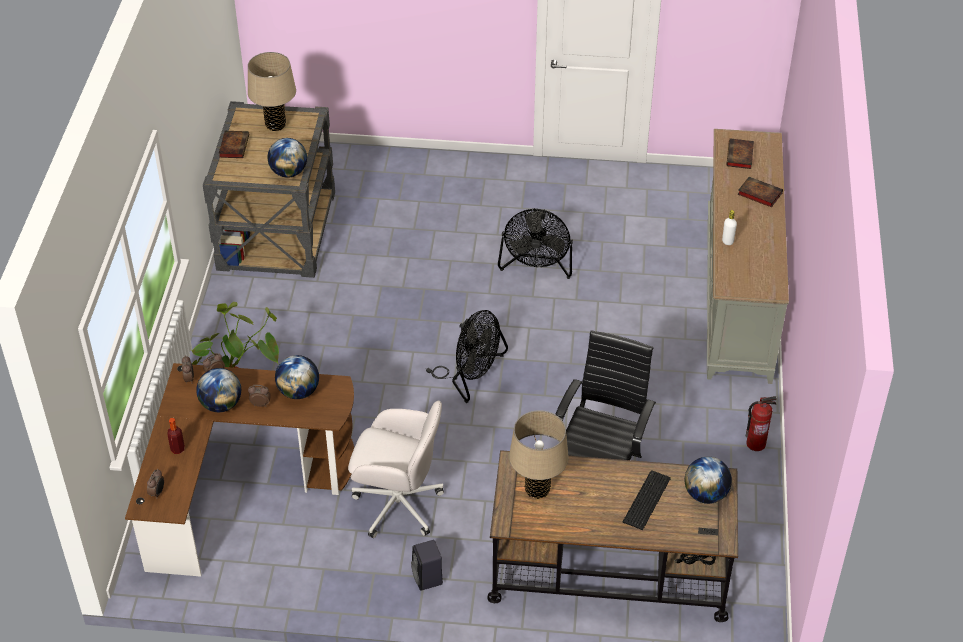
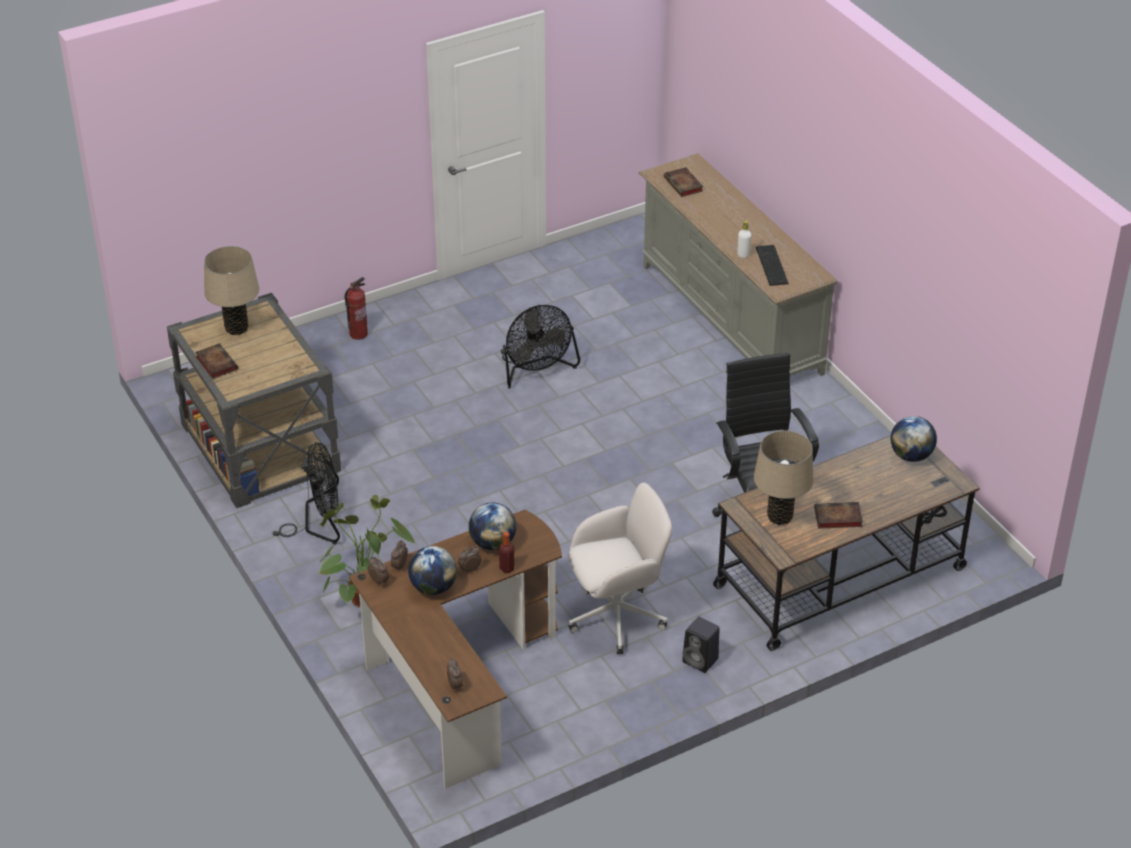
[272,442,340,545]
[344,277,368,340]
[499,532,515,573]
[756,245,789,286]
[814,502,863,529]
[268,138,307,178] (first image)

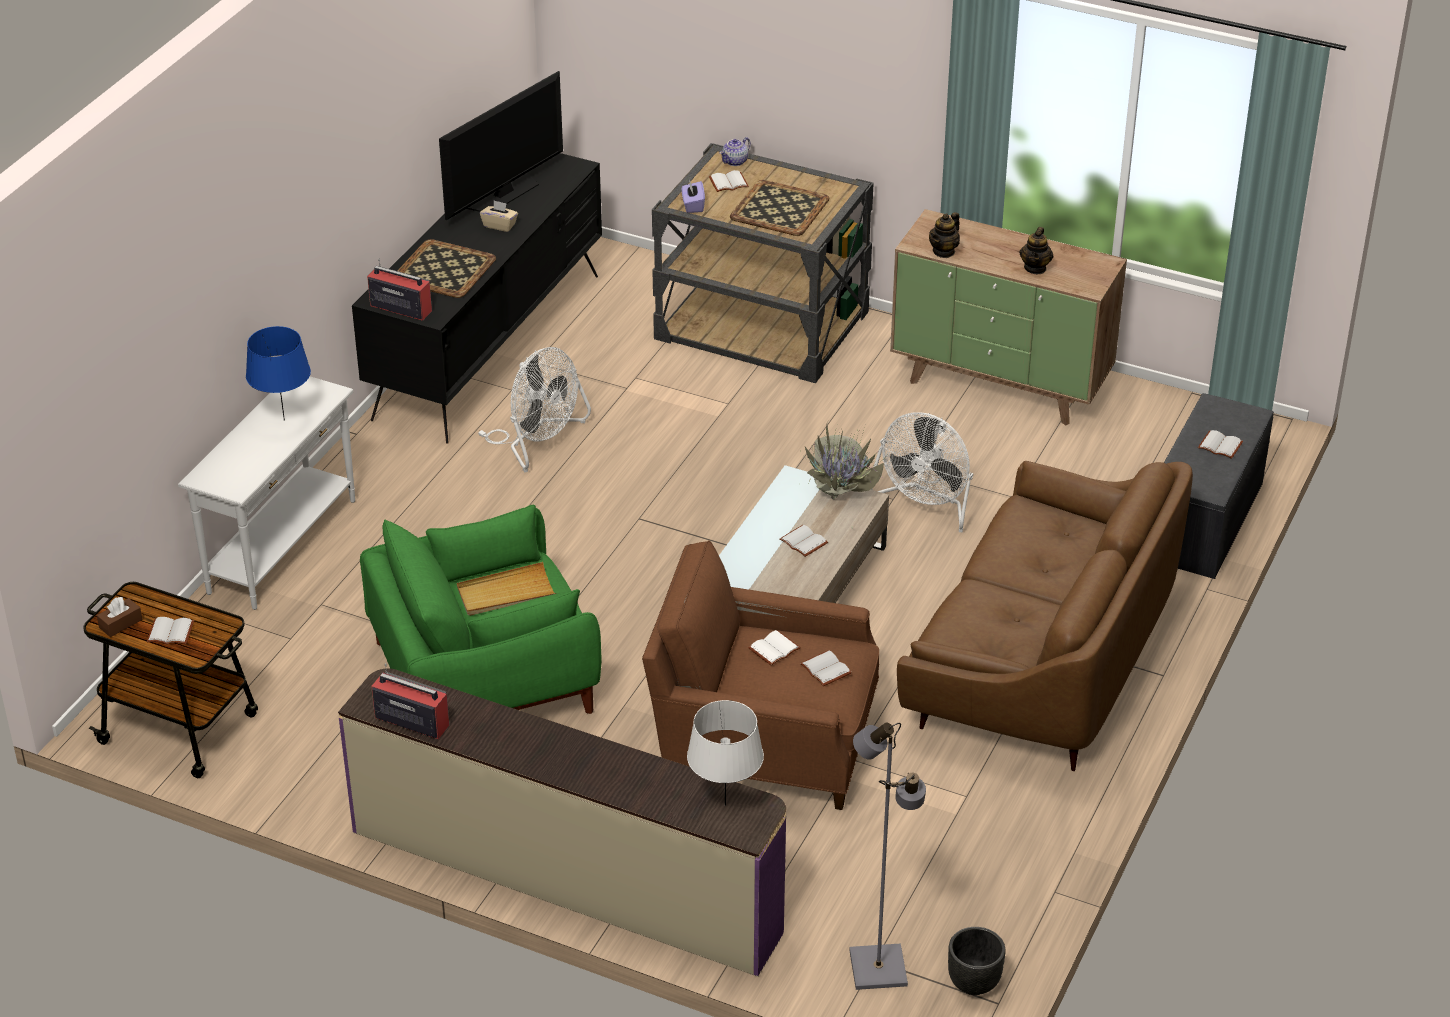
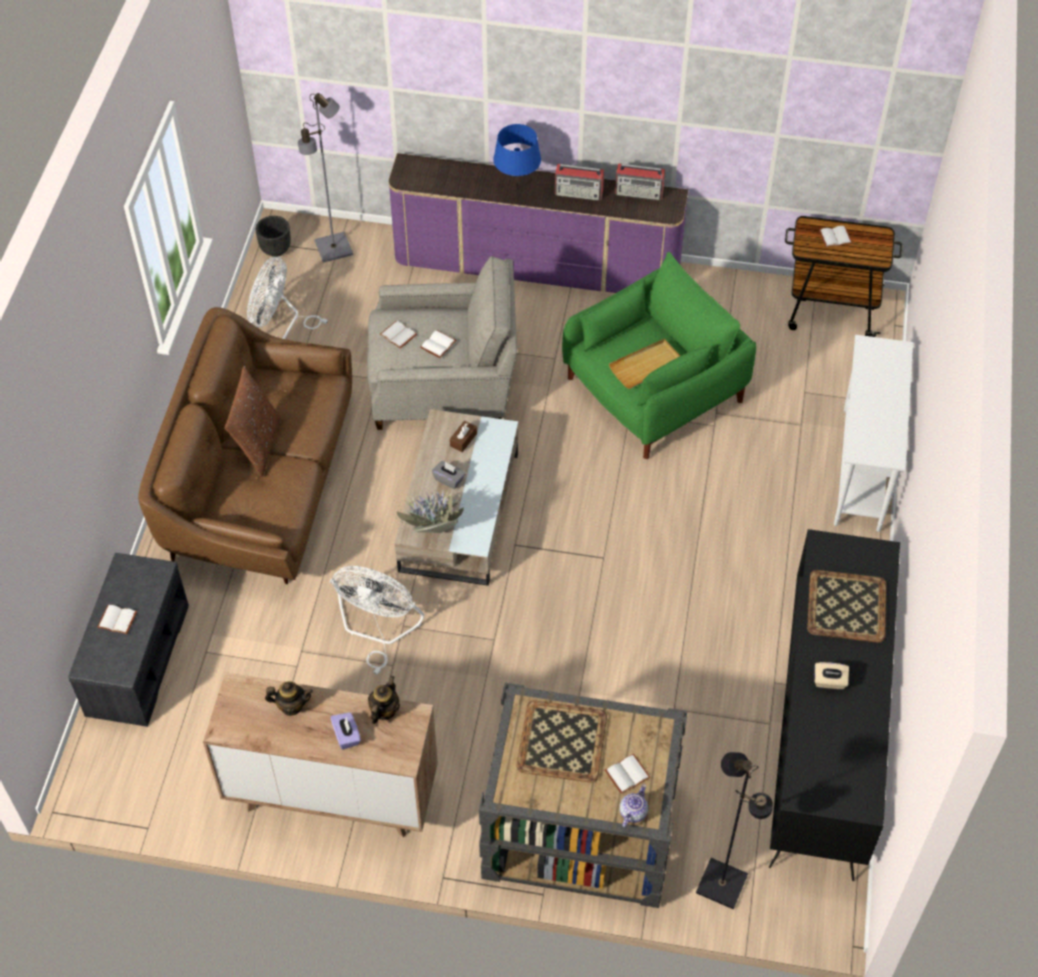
[225,366,281,477]
[247,257,328,339]
[265,681,313,716]
[330,712,361,750]
[367,256,517,430]
[432,461,465,489]
[450,421,477,452]
[493,124,541,191]
[555,164,604,201]
[696,752,773,909]
[439,71,563,220] (first image)
[687,700,764,806] (first image)

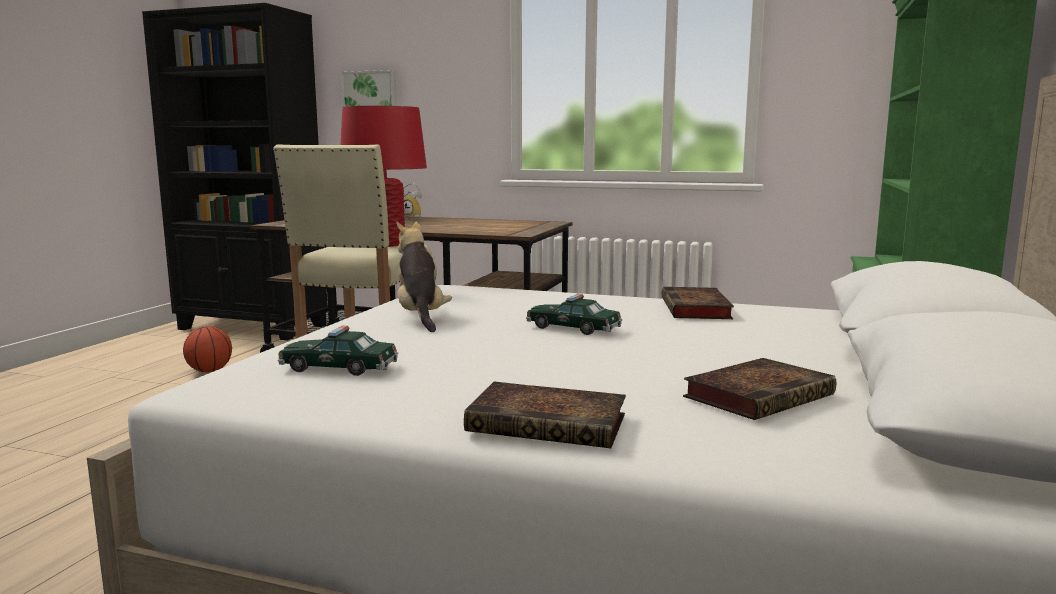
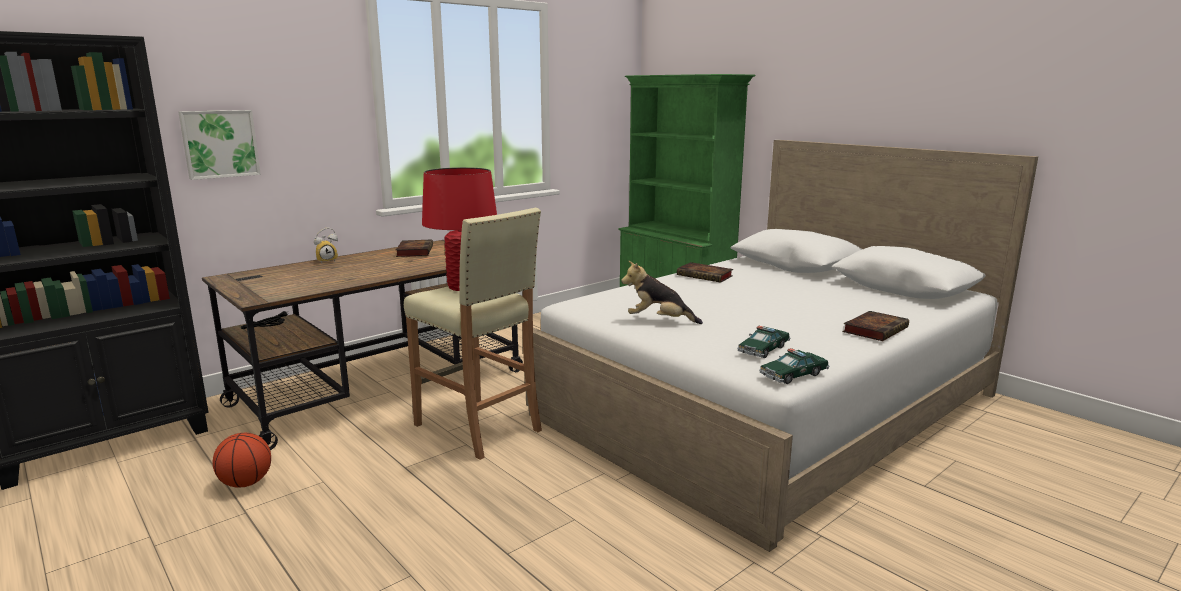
[396,239,433,257]
[759,348,829,384]

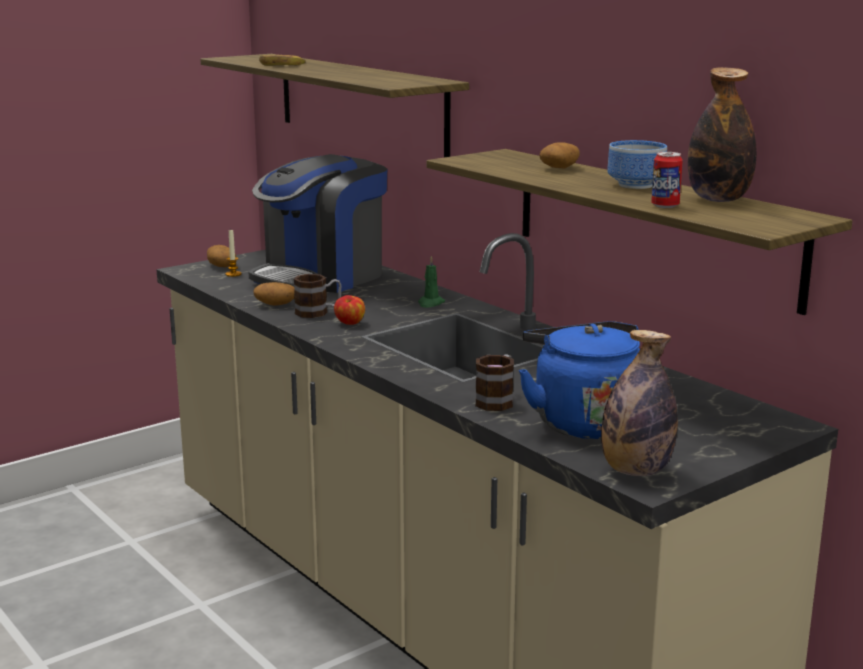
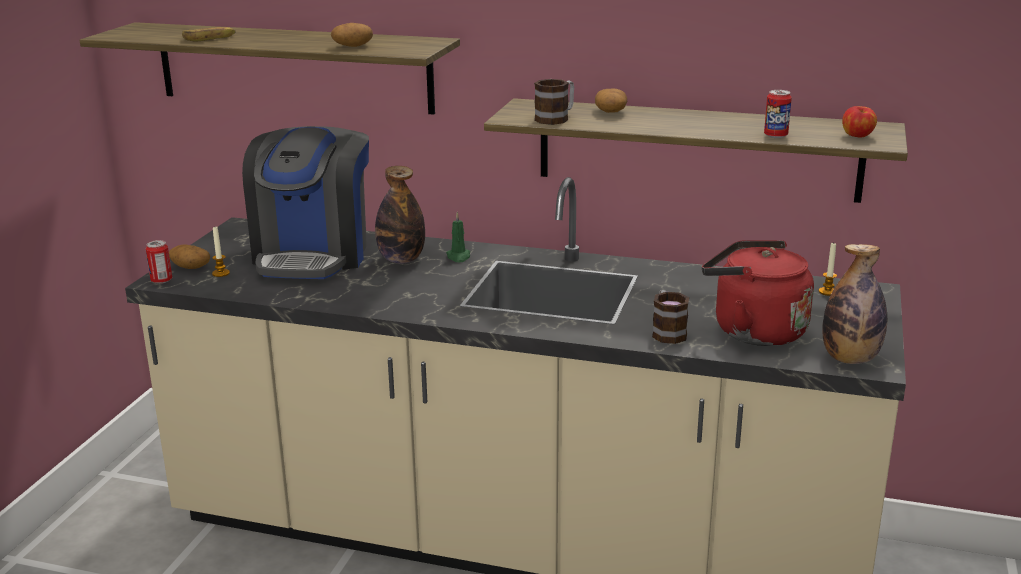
[146,240,172,284]
[331,23,373,47]
[375,166,425,264]
[534,79,574,125]
[702,240,814,346]
[819,243,837,296]
[842,106,877,138]
[607,140,667,189] (first image)

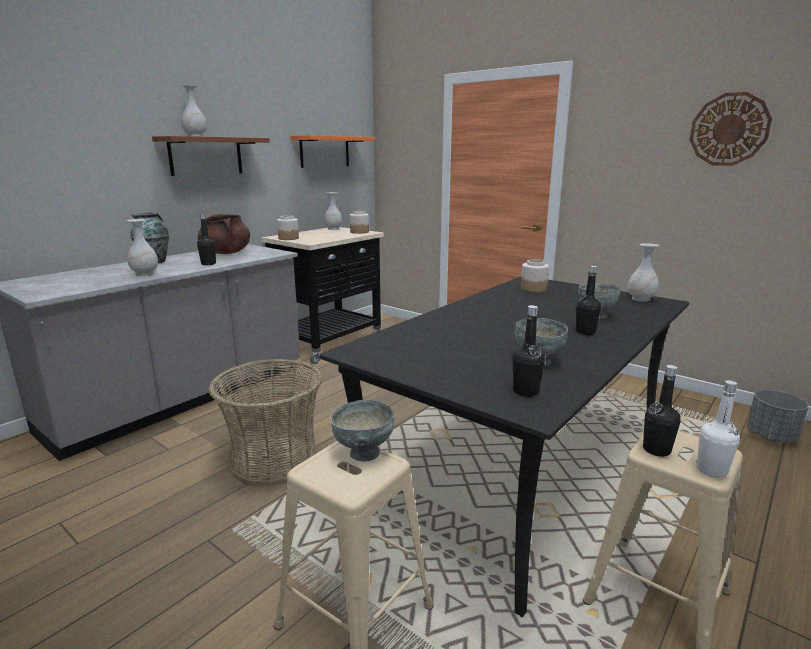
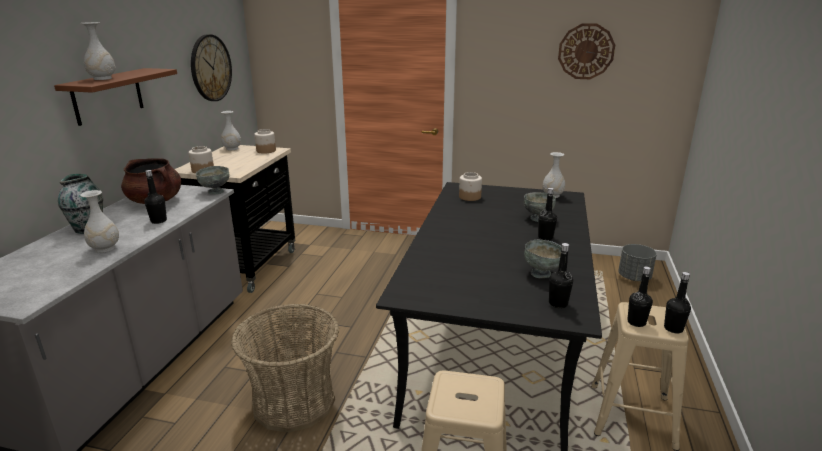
[191,34,232,101]
[195,166,230,194]
[664,272,691,333]

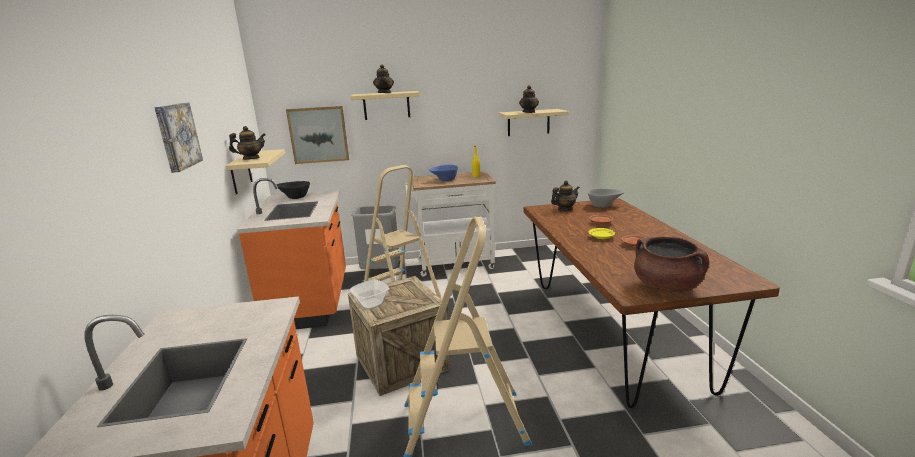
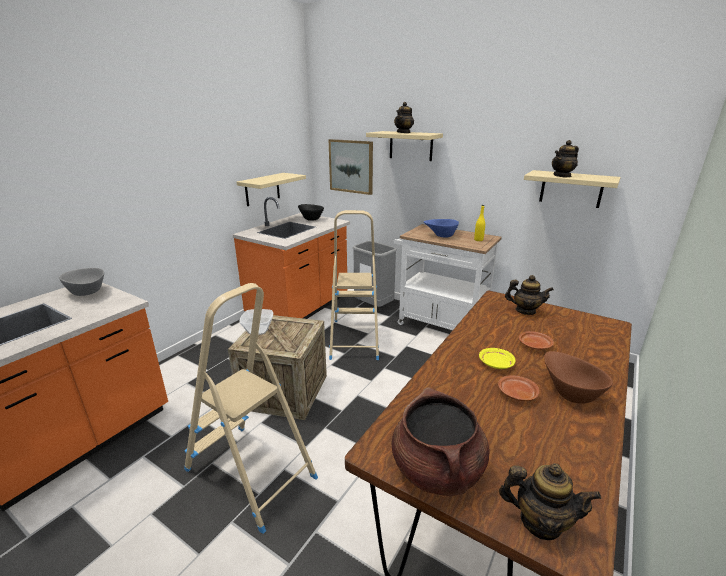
[59,268,104,296]
[499,463,601,540]
[544,351,613,404]
[154,102,203,173] (first image)

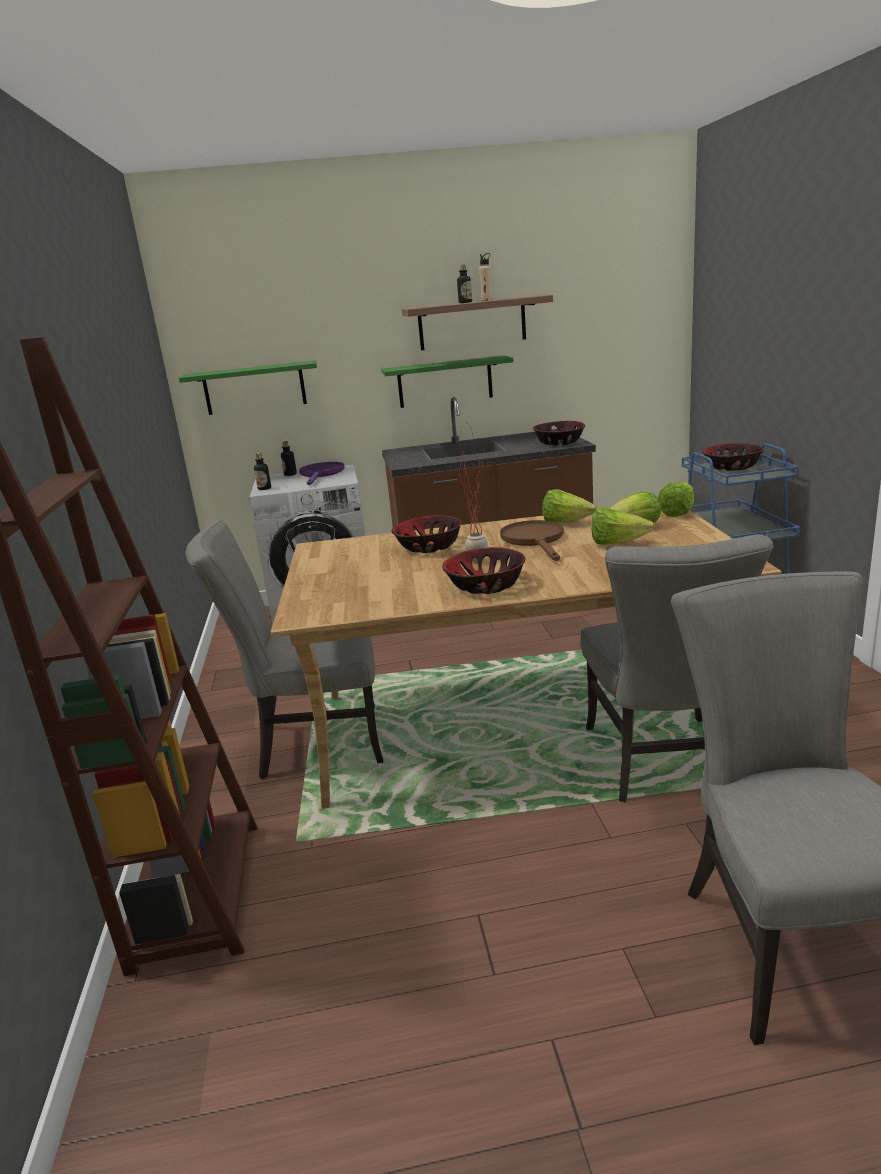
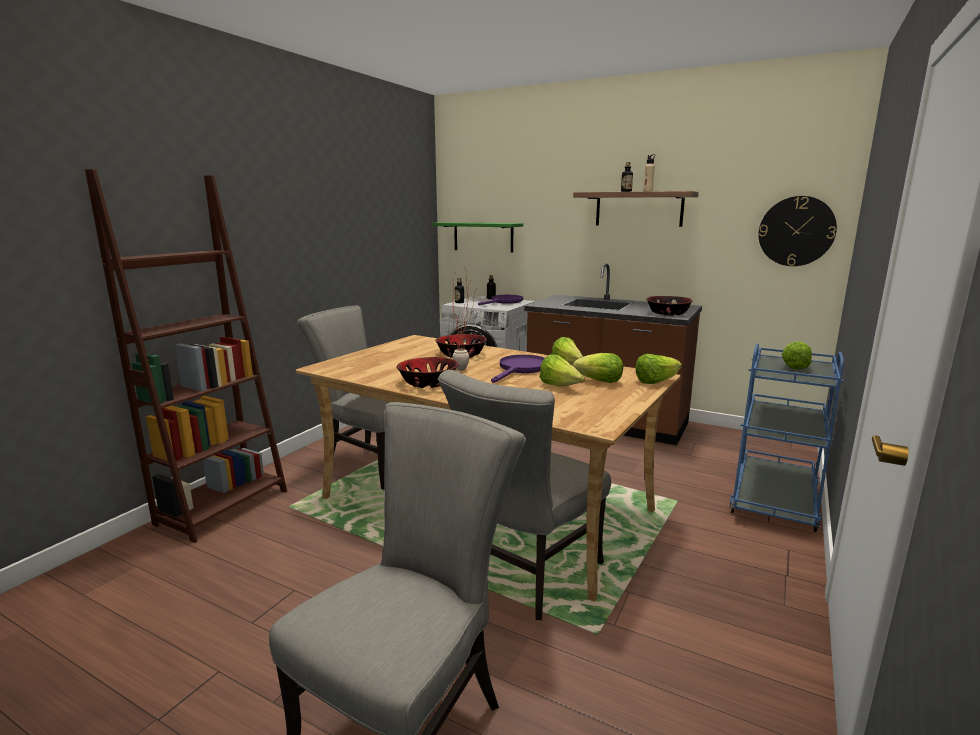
[491,355,545,383]
[758,196,837,266]
[782,342,812,369]
[381,355,513,408] (first image)

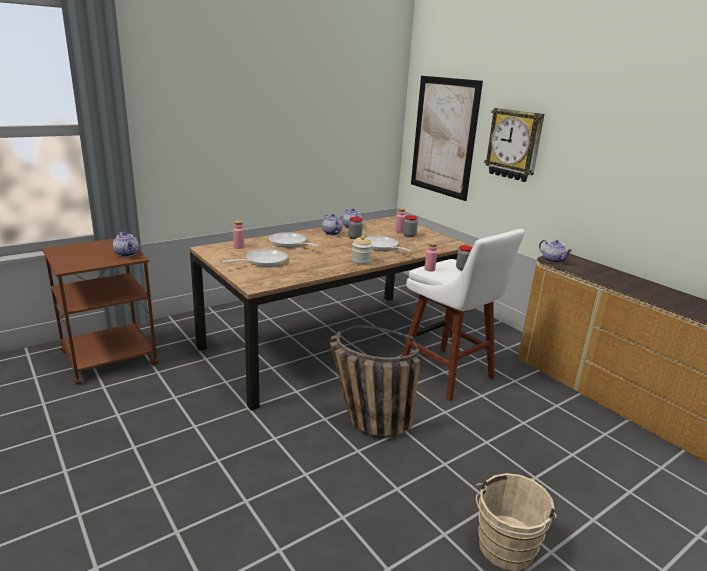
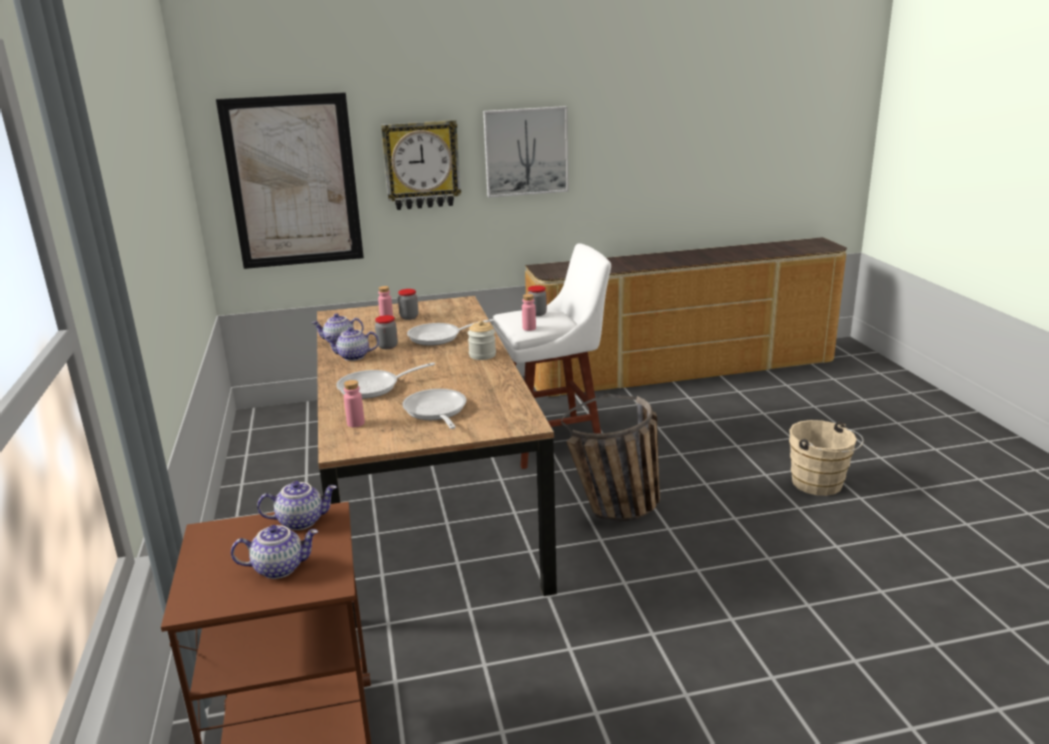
[231,525,318,579]
[483,106,568,198]

